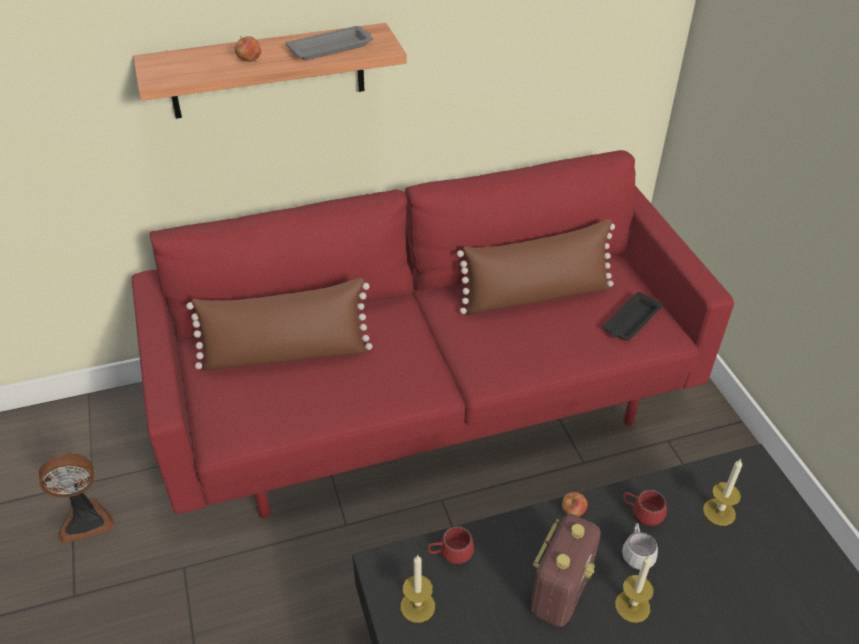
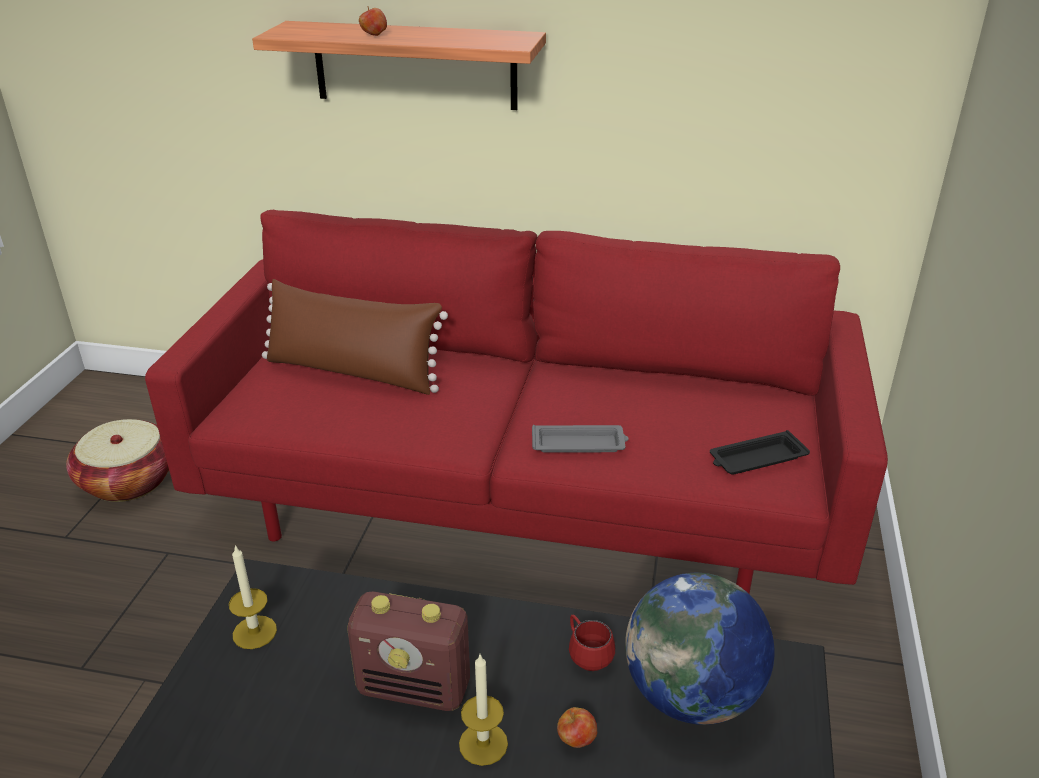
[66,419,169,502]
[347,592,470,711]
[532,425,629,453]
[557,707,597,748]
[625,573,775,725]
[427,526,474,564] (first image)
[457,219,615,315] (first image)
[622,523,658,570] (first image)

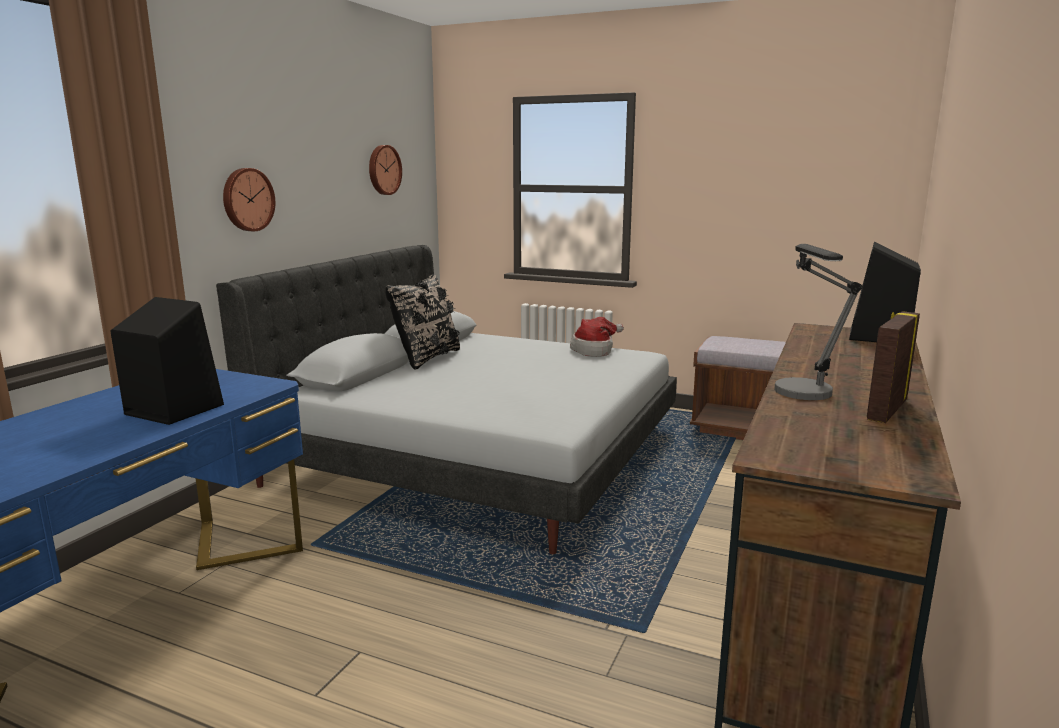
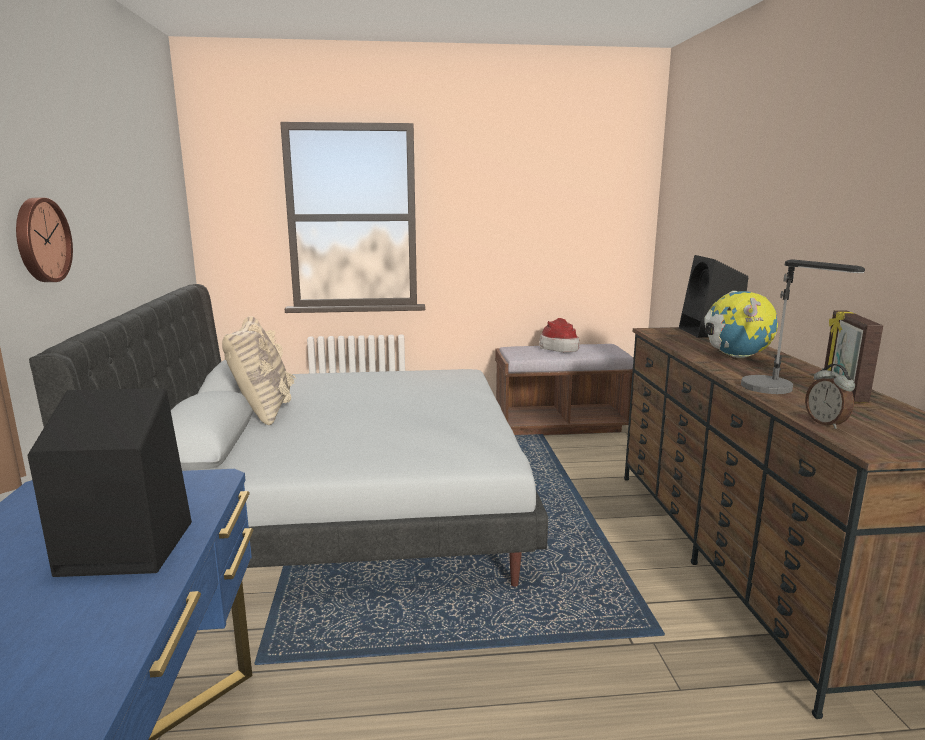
[222,316,297,425]
[539,318,580,352]
[705,291,778,358]
[805,364,855,429]
[369,145,402,195] (first image)

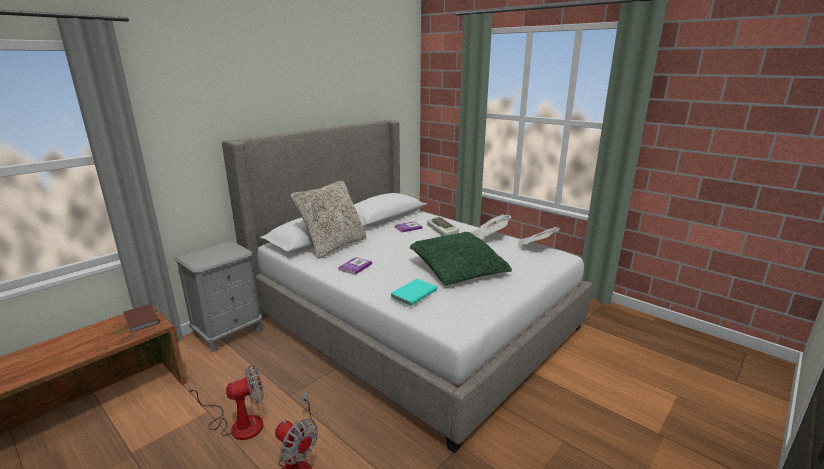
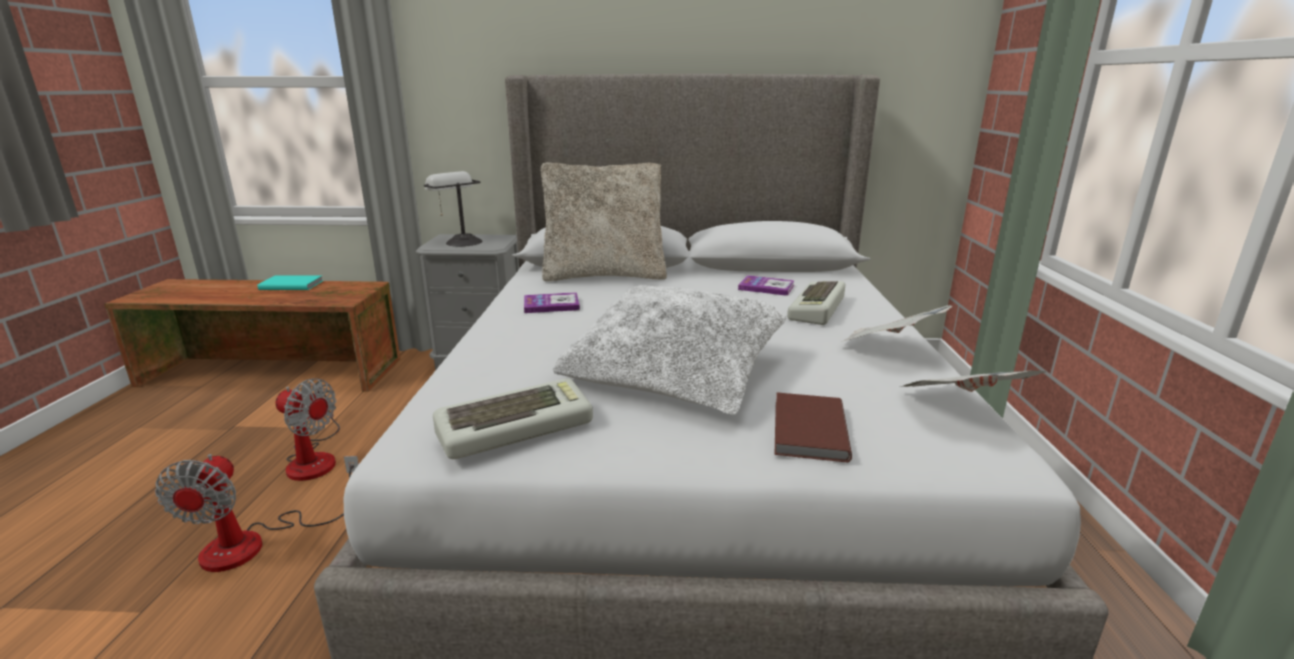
[258,275,322,290]
[424,171,482,247]
[433,378,593,459]
[553,285,786,415]
[775,392,852,463]

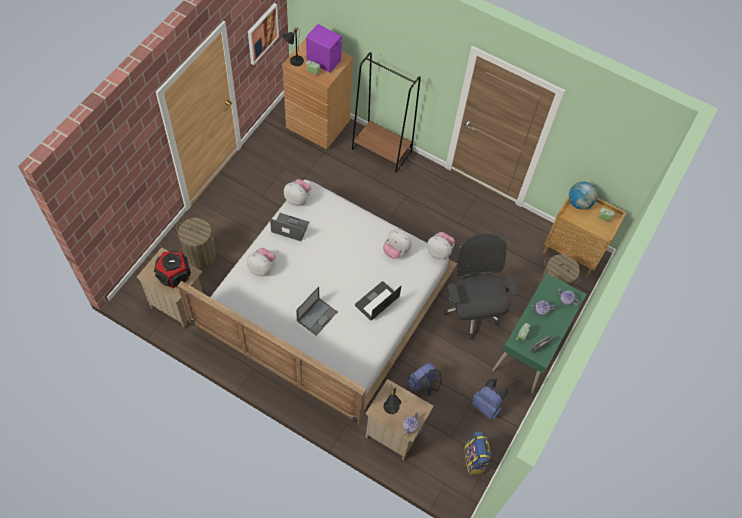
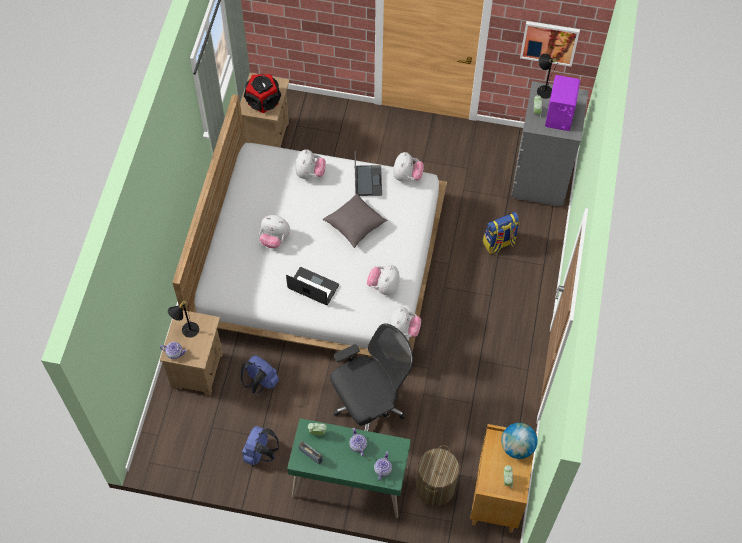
[259,215,290,248]
[323,193,388,248]
[483,212,519,254]
[511,81,589,206]
[176,218,216,268] (first image)
[352,52,421,173] (first image)

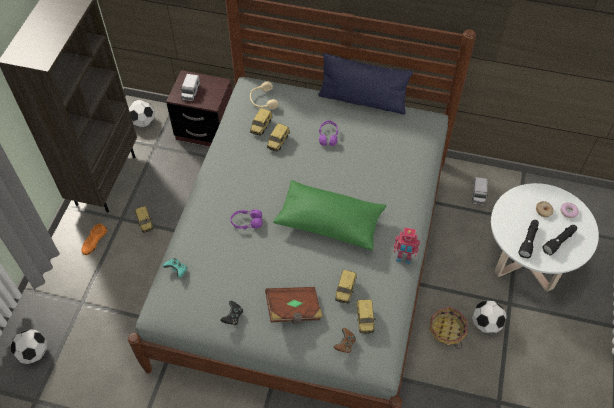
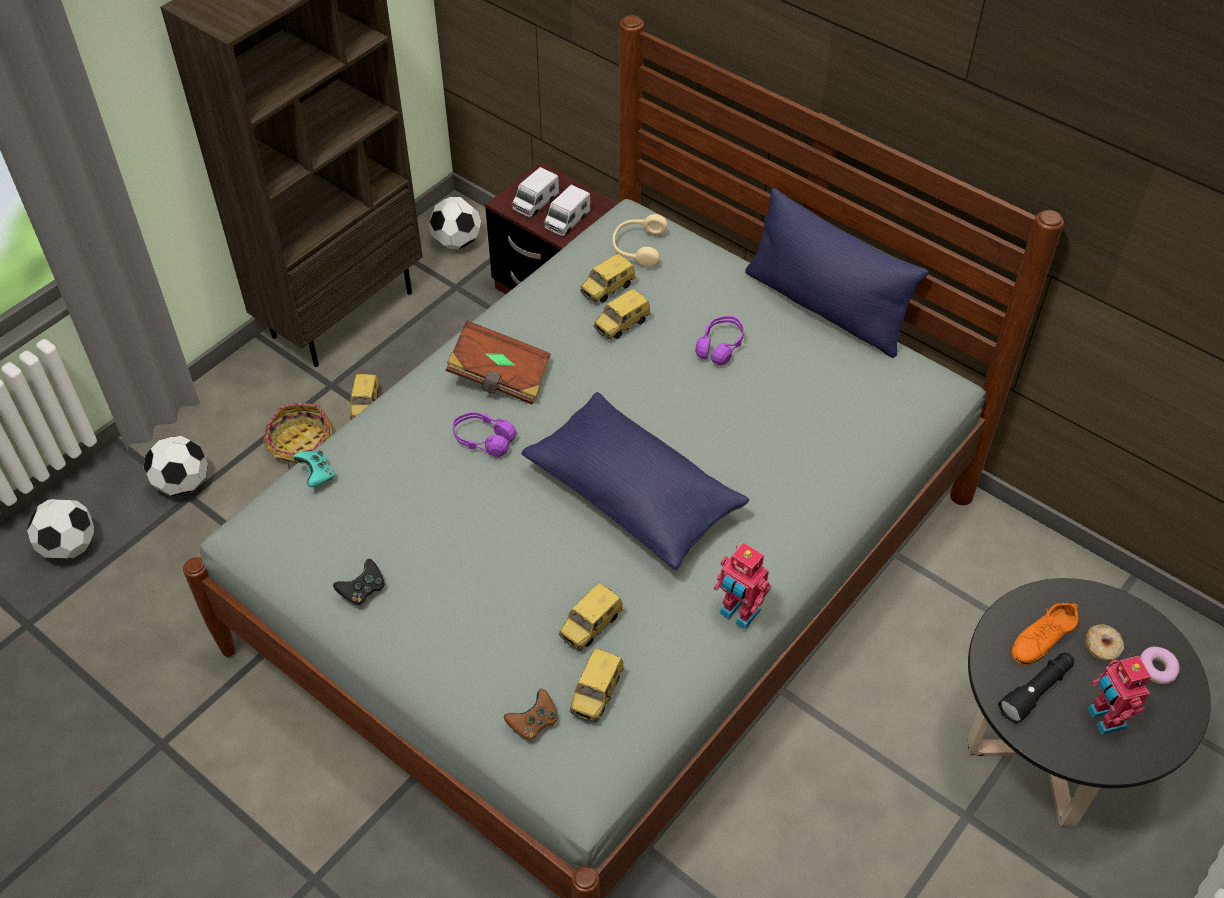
[144,436,208,496]
[263,403,332,470]
[446,320,551,404]
[522,392,749,570]
[544,185,591,236]
[967,578,1211,826]
[1012,603,1079,665]
[1087,654,1151,735]

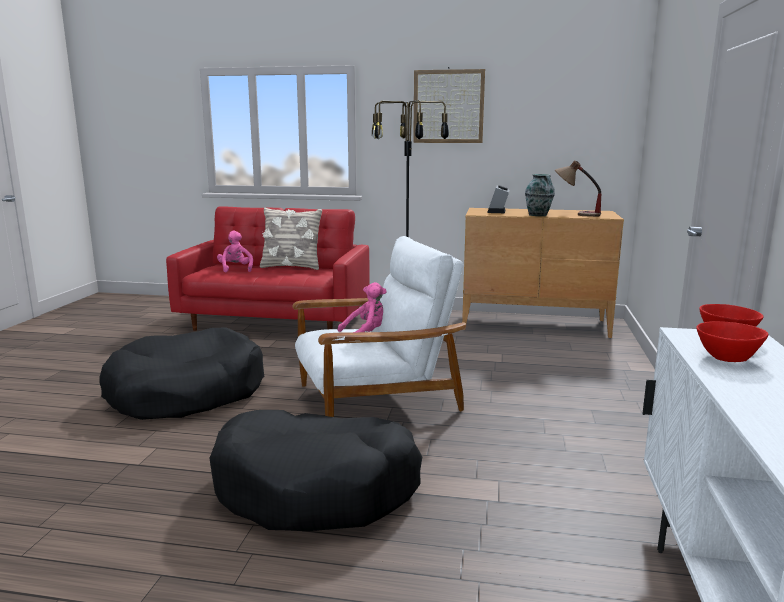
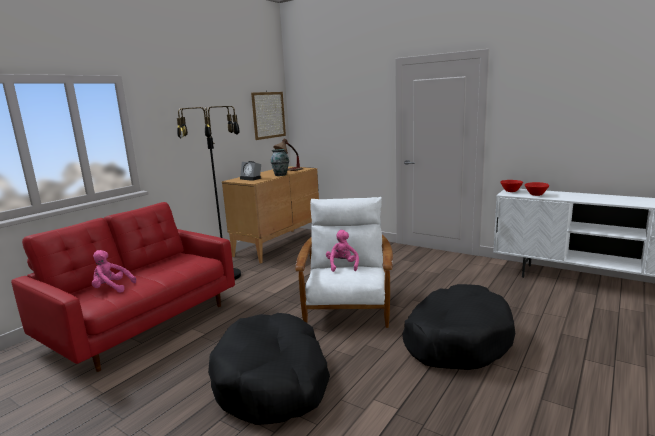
[251,91,286,140]
[260,208,322,270] (first image)

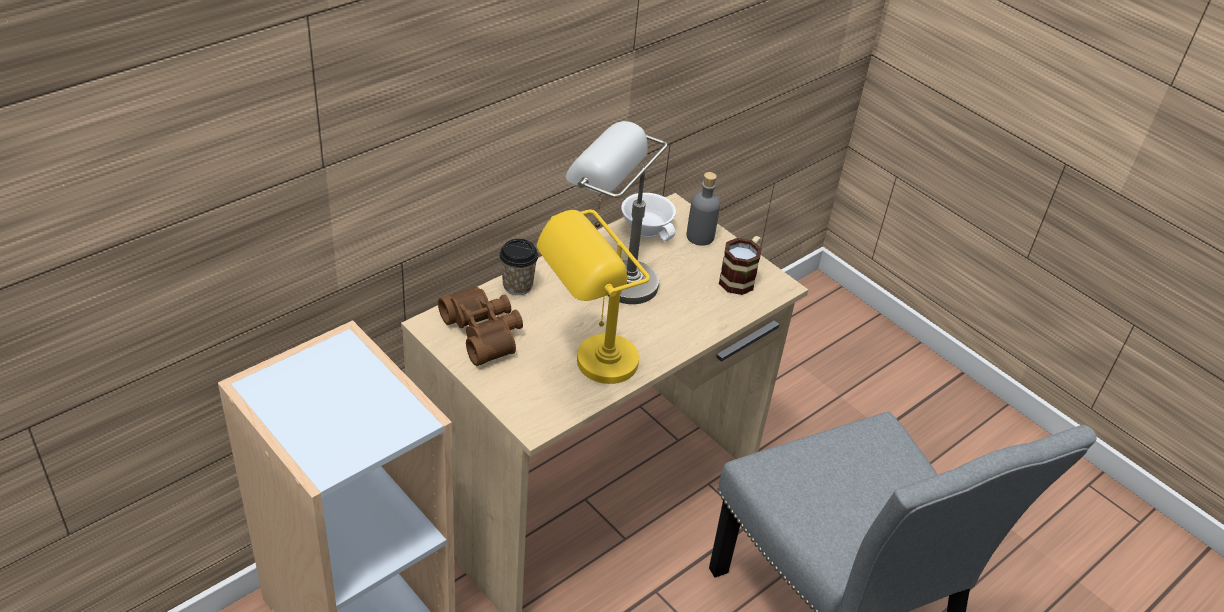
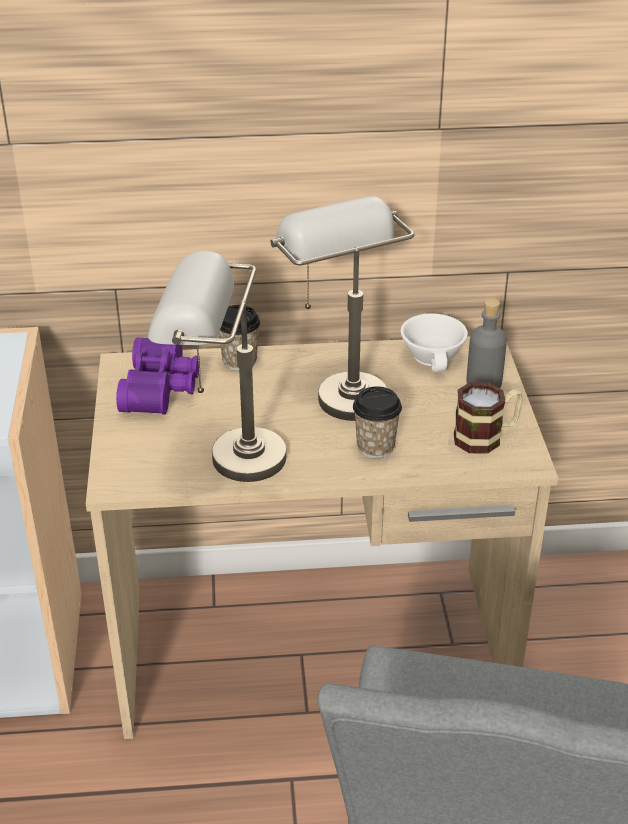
[116,338,200,414]
[148,251,286,482]
[353,386,402,458]

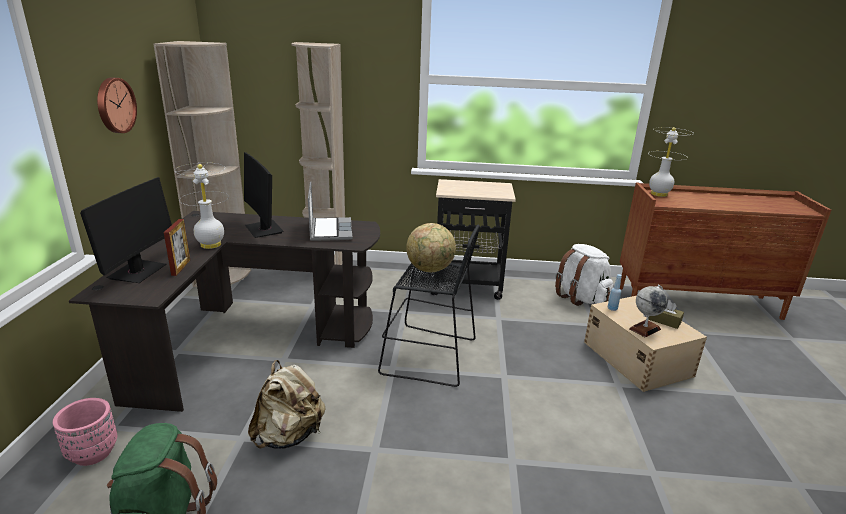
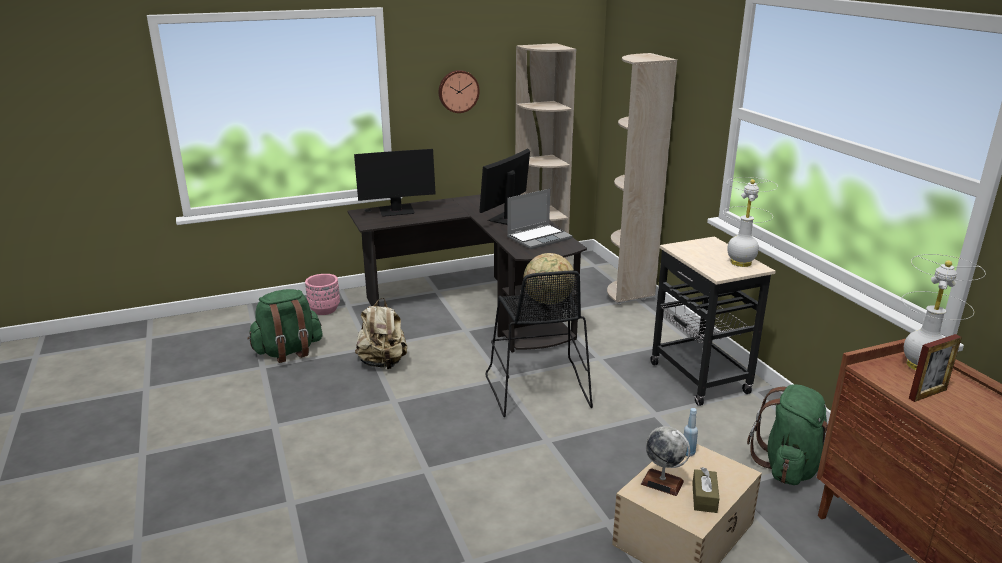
[723,177,778,267]
[747,384,828,485]
[909,334,962,402]

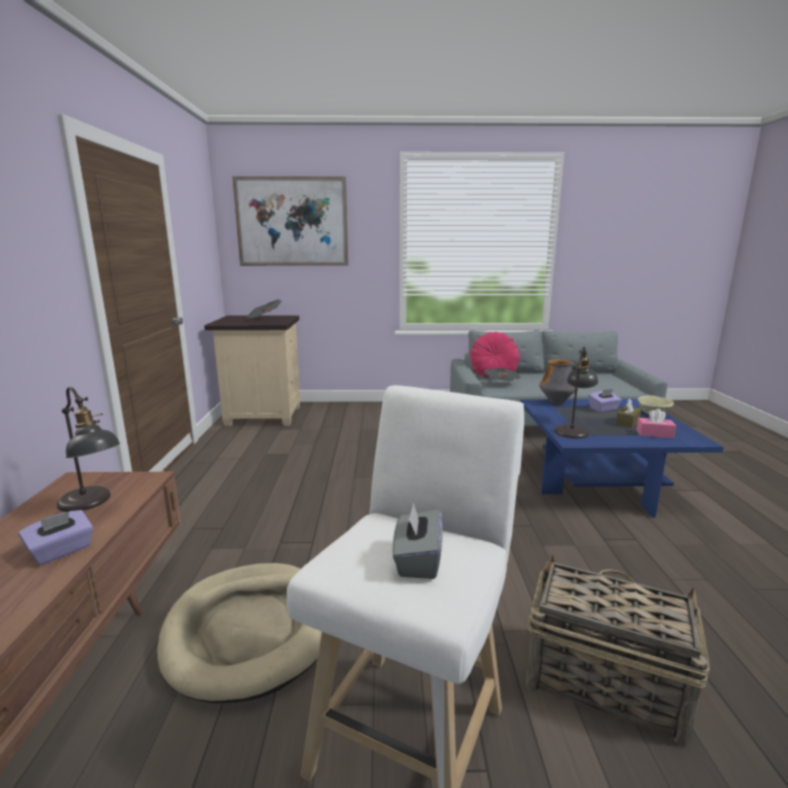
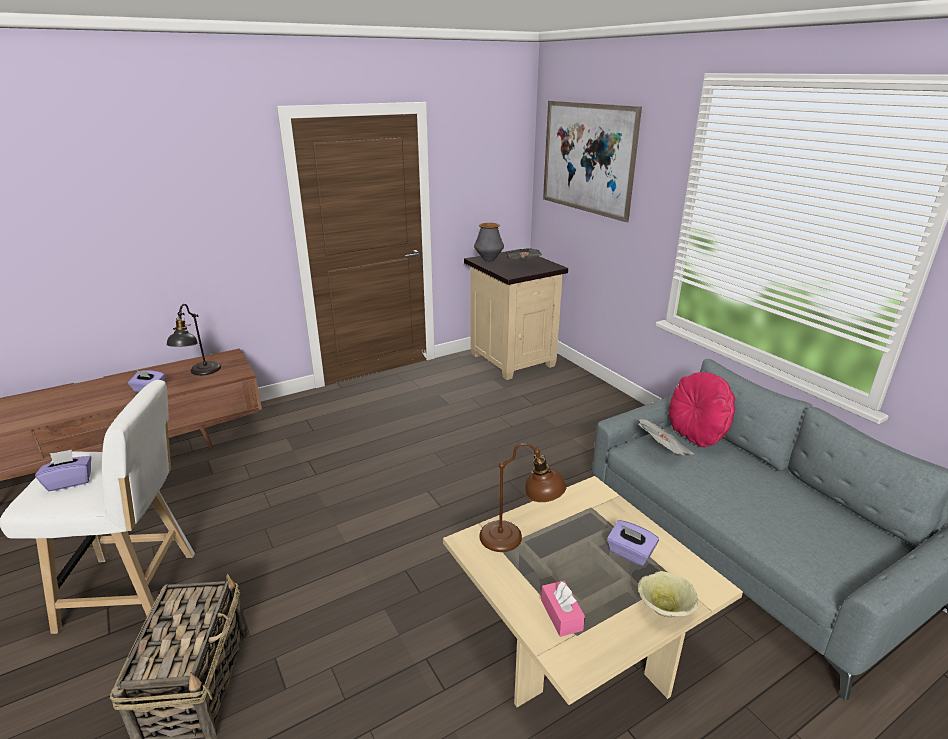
[35,449,91,491]
[443,476,743,707]
[474,223,504,262]
[479,443,567,552]
[157,563,322,703] (first image)
[616,399,641,428] (first image)

